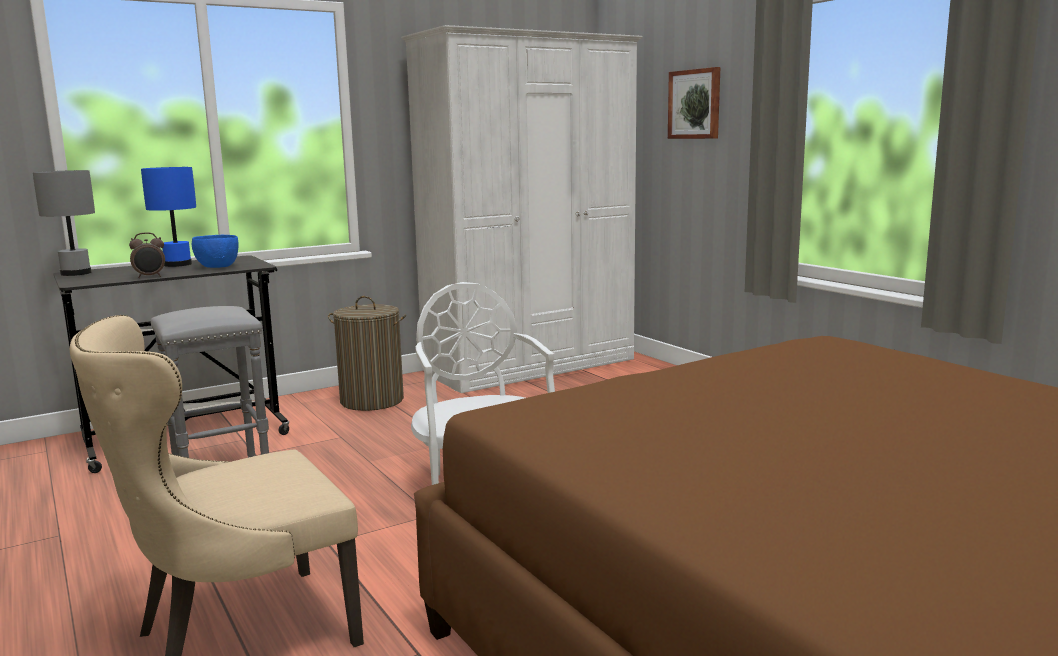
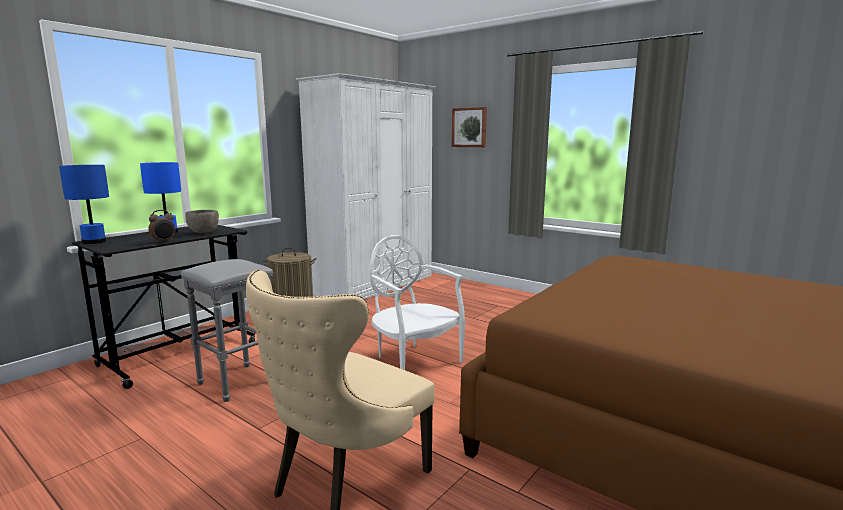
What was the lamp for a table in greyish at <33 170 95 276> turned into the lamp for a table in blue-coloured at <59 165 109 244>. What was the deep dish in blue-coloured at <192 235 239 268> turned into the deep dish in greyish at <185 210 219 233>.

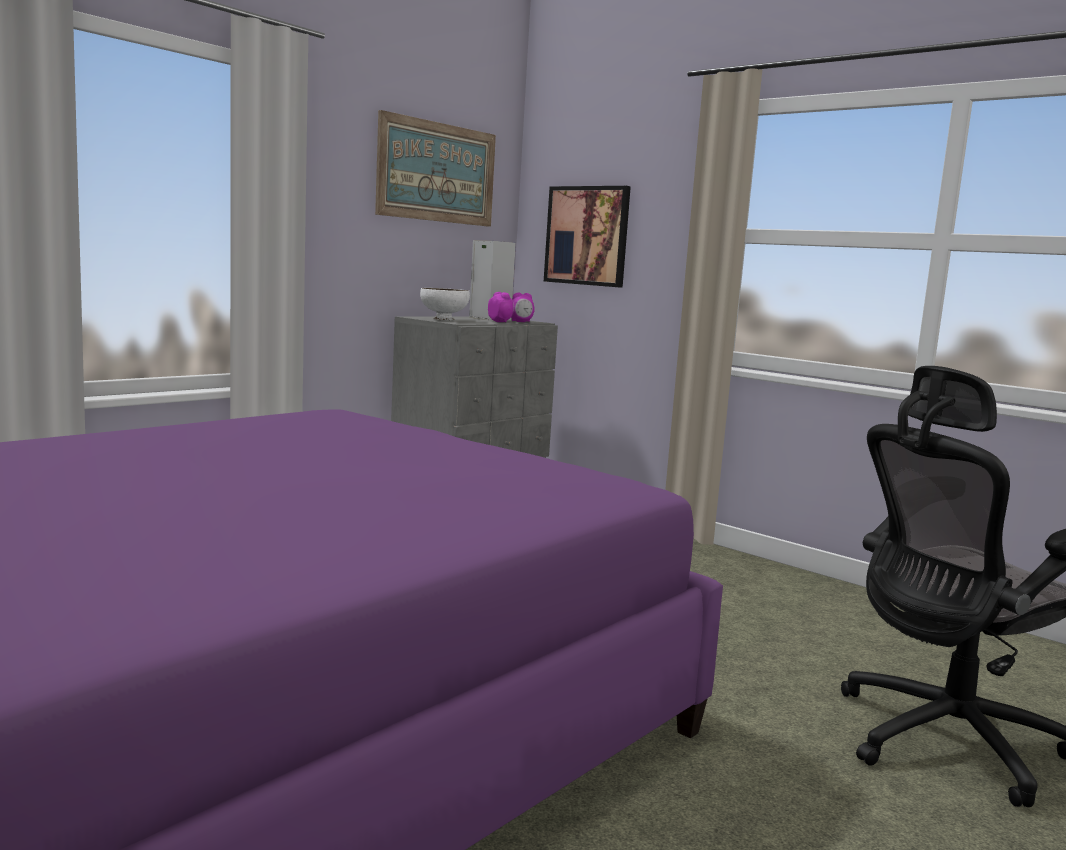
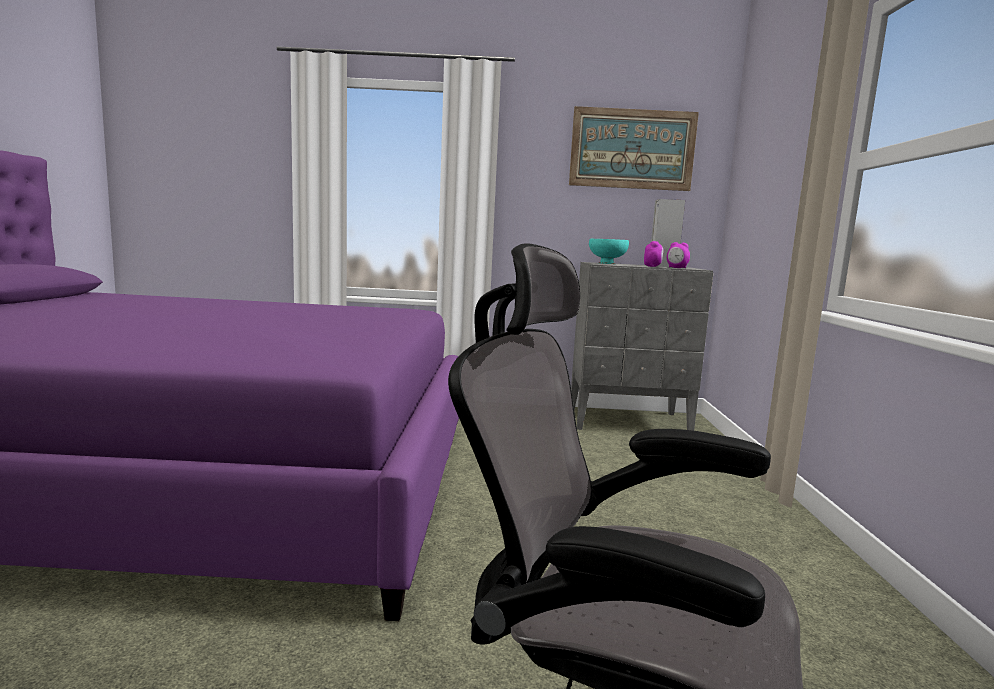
What was the deep dish in whitish at <420 288 470 321> turned into the deep dish in blue-green at <589 239 629 264>. The second view lost the wall art at <544 186 631 288>.

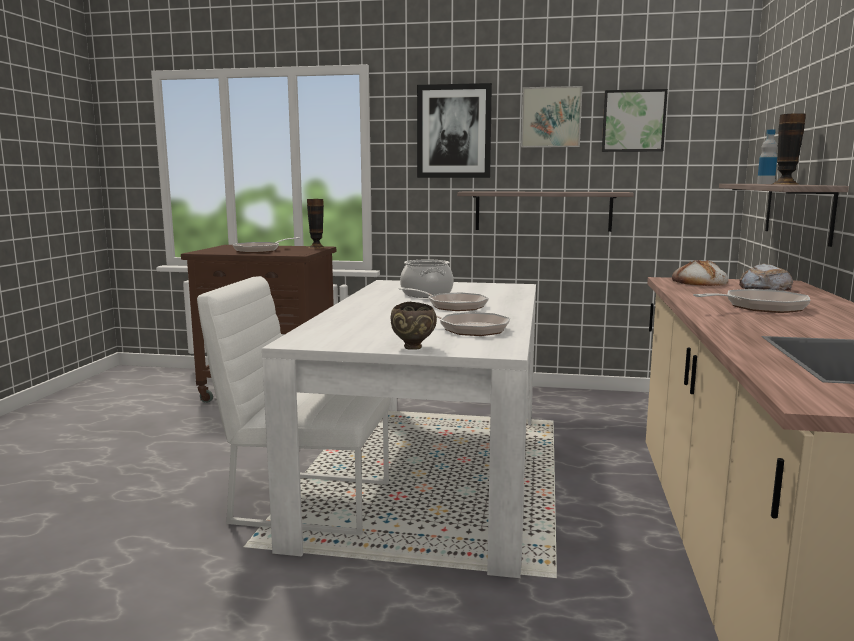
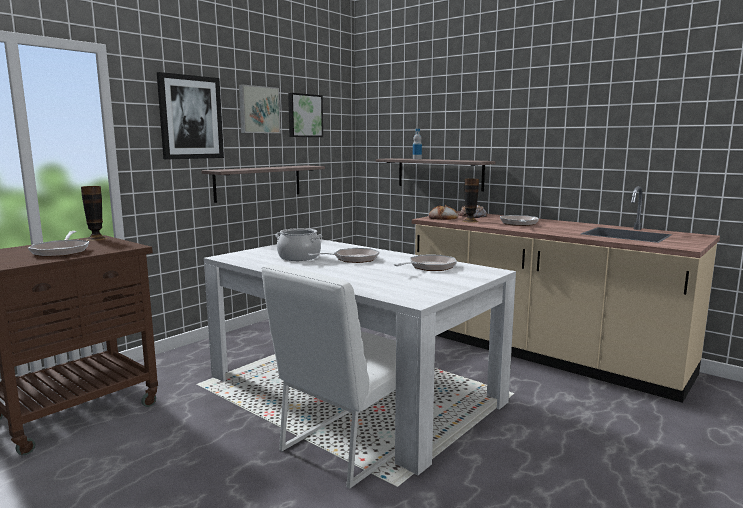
The second view lost the deep dish in brown at <390 302 437 350>. The vase ended up elsewhere, having gone from <773 113 806 184> to <463 179 479 223>.

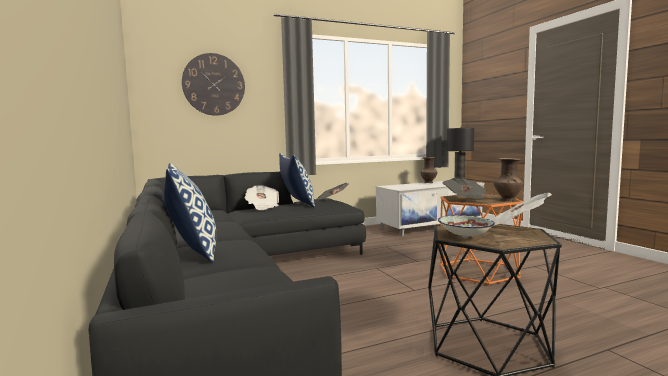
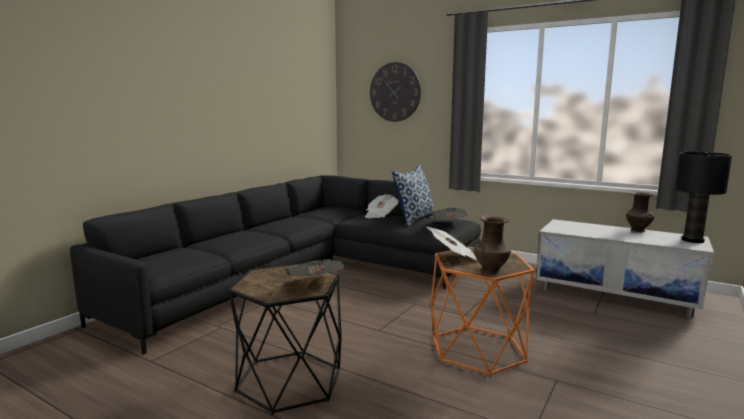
The second view lost the pillow at <163 163 216 263>. The second view lost the deep dish at <438 215 495 238>.

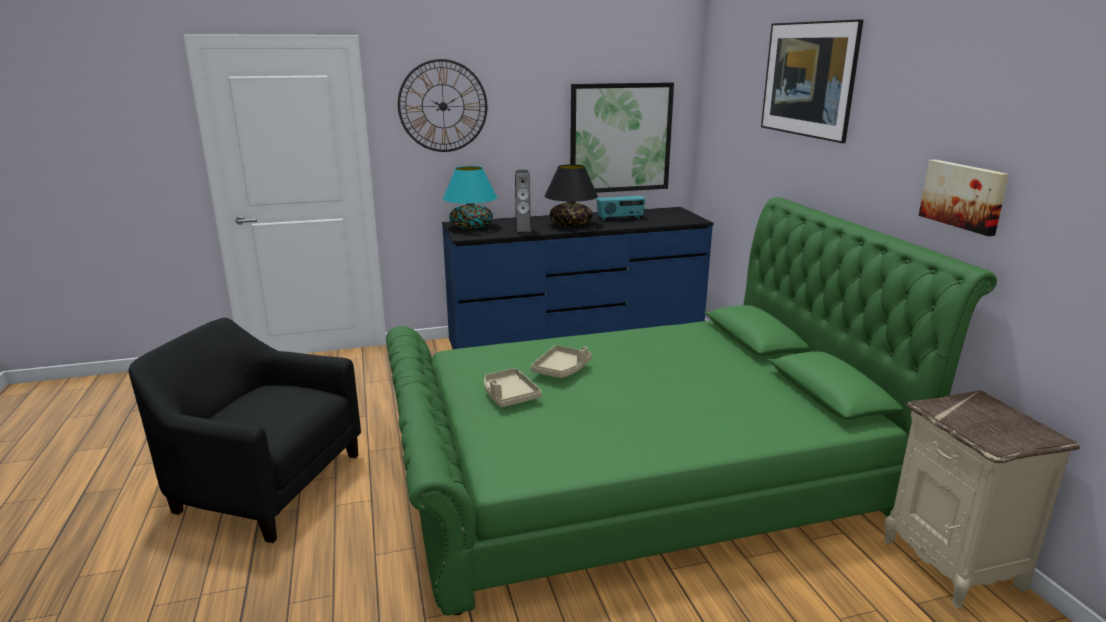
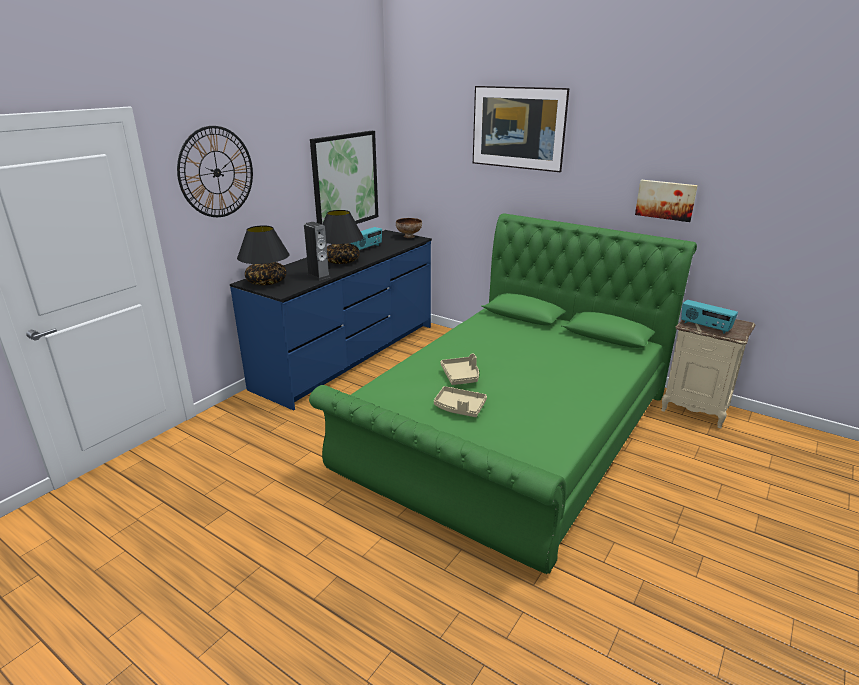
The second view lost the lounge chair in black at <128 318 361 543>. What was the lamp for a table in blue-green at <443 166 497 229> turned into the lamp for a table in black at <237 226 290 285>. The second view gained the deep dish at <396 218 422 238>. The second view gained the radio set at <681 300 738 334>.

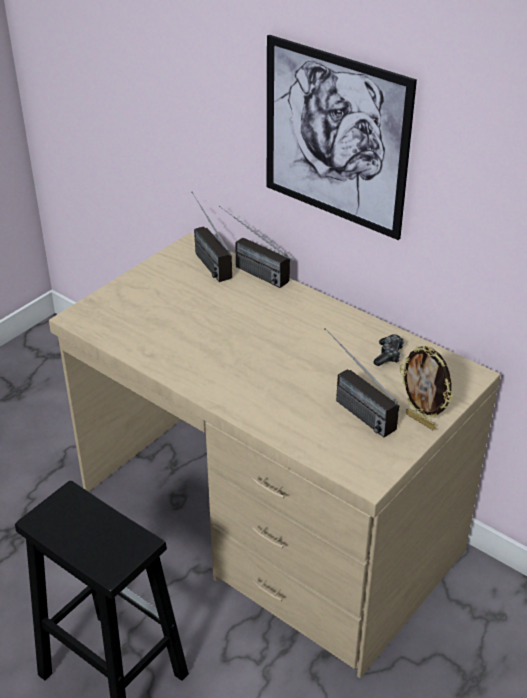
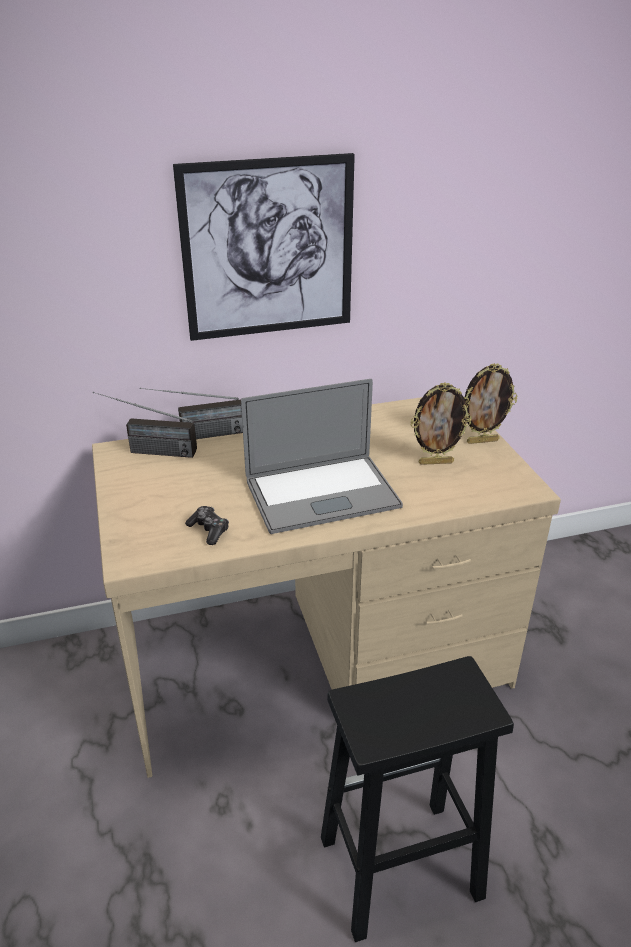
Where the radio set stood at <324 328 399 437>, the photo frame came to stand at <411 382 472 465>. The game controller ended up elsewhere, having gone from <374 334 404 366> to <185 506 229 545>. The second view gained the notebook computer at <241 379 403 534>.

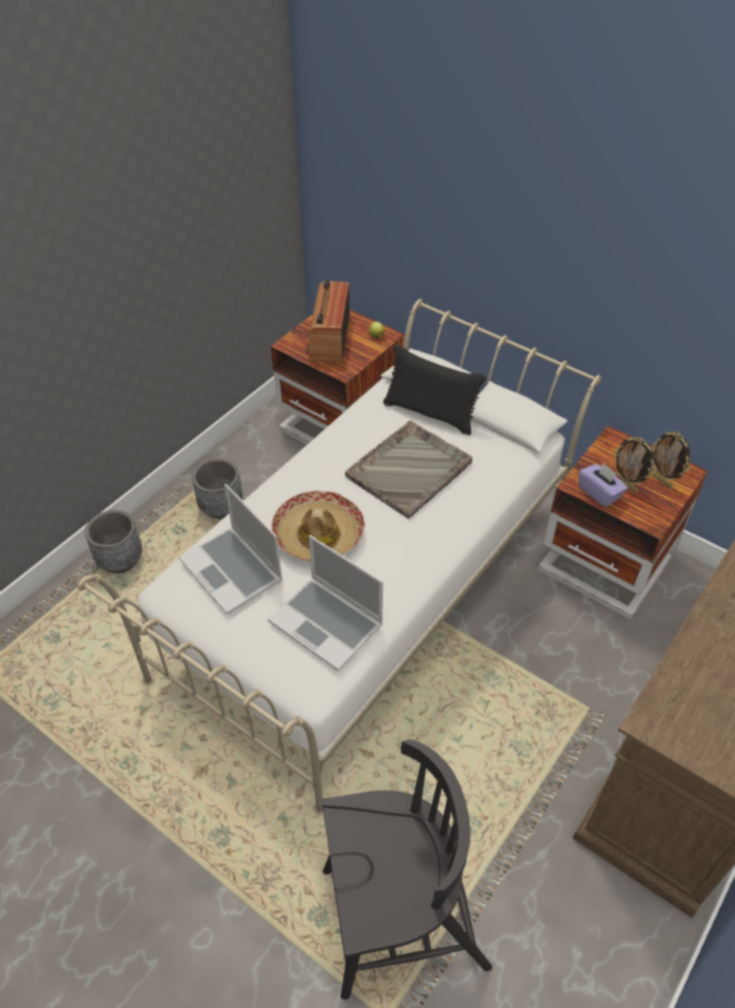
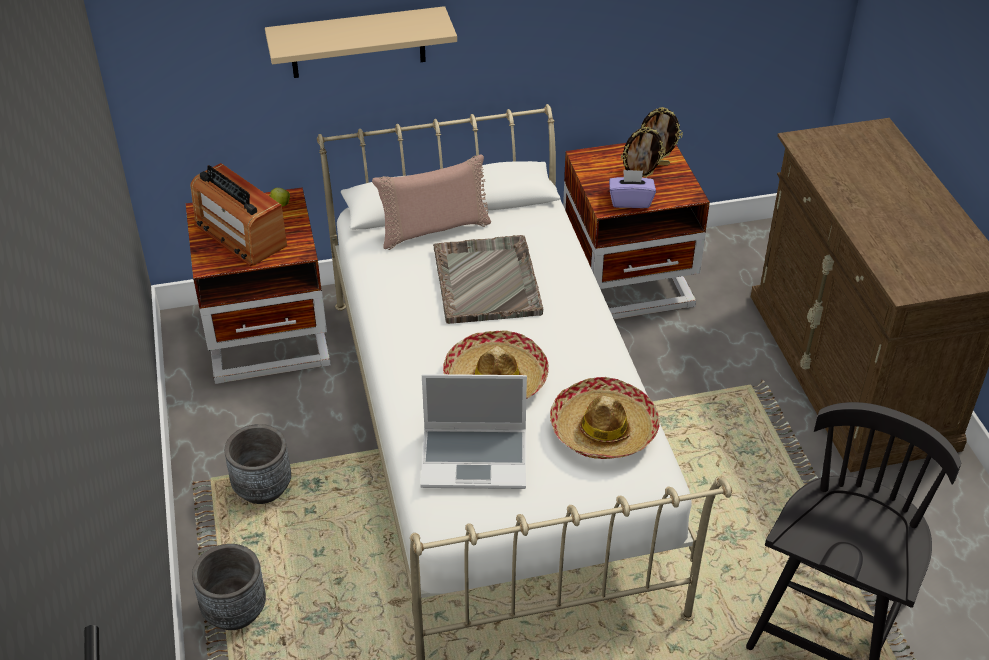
Where the notebook computer stood at <268 535 383 671>, the clothing hat came to stand at <550 377 660 459>. What was the pillow in black at <383 345 486 435> turned into the pillow in beige at <372 155 491 250>. The second view gained the bracket shelf in beige at <265 6 457 78>.

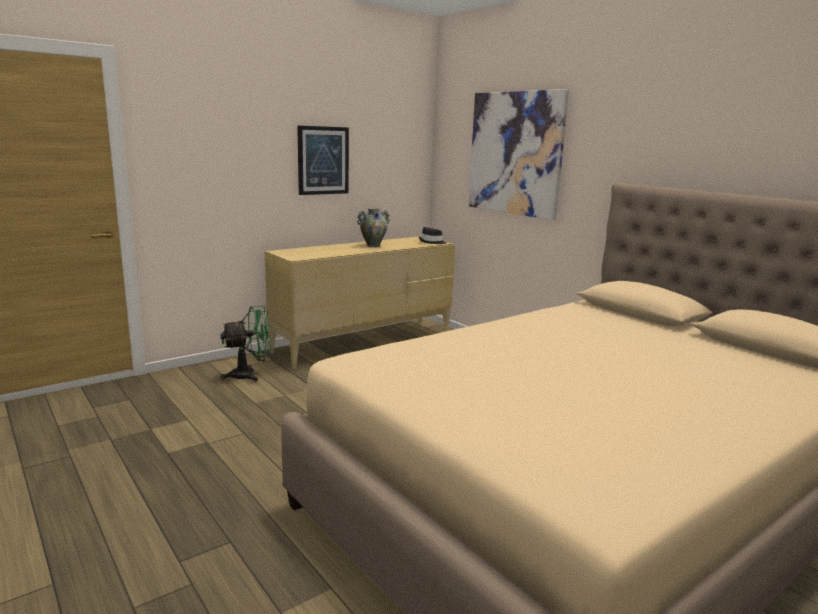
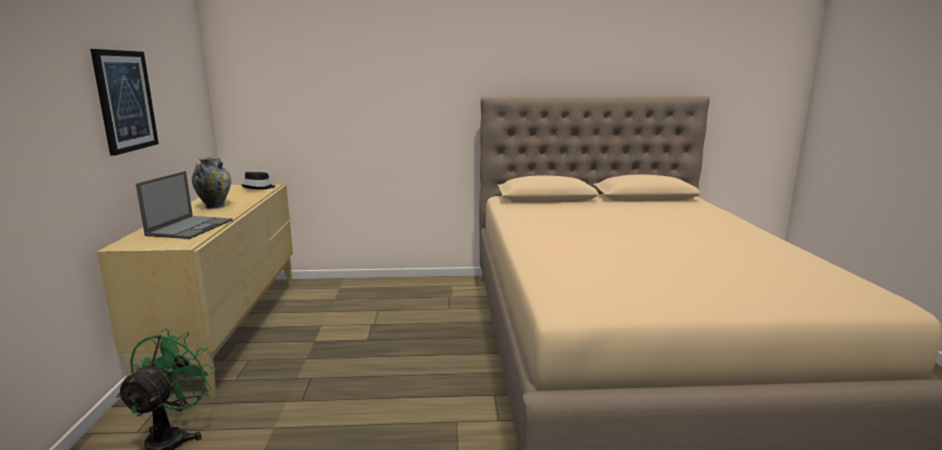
The second view lost the wall art at <468 89 569 220>. The second view gained the notebook computer at <136 171 232 239>.

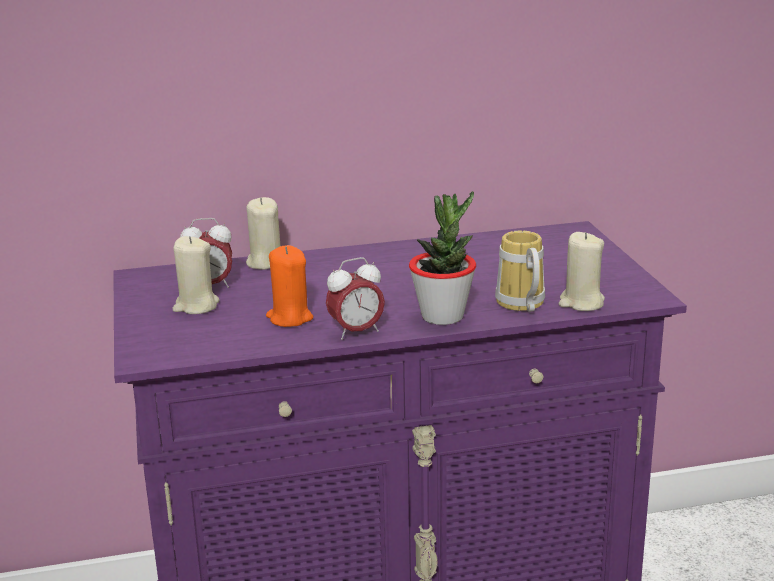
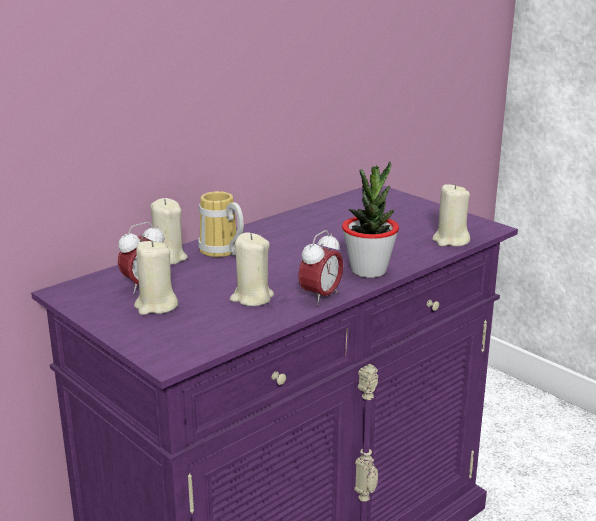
What was the wax light in orangey at <266 245 313 327> turned into the wax light in beige at <230 233 274 306>. The mug ended up elsewhere, having gone from <495 230 545 312> to <198 191 244 257>.

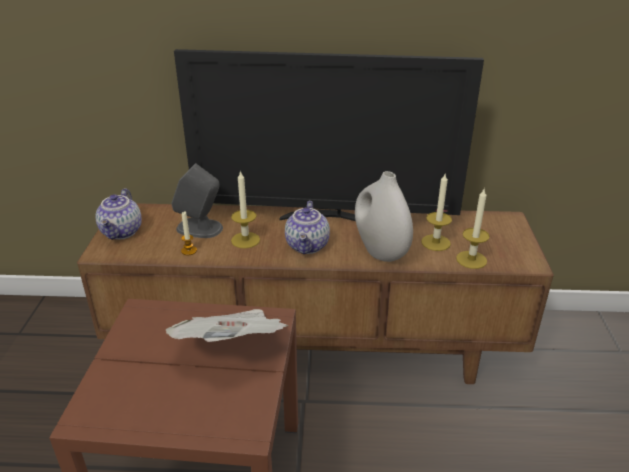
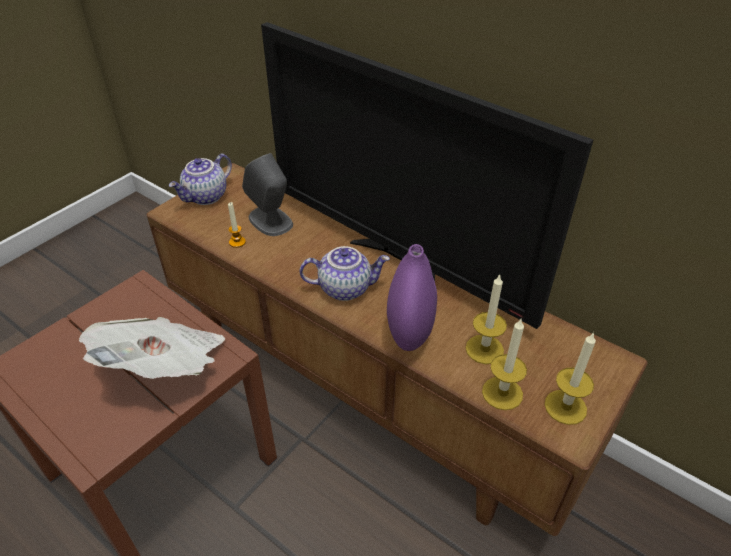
The wax light ended up elsewhere, having gone from <231 170 260 249> to <545 332 596 425>. The tea pot at <285 201 330 254> ended up facing another way, 135 degrees counterclockwise from before. What was the vase in whitish at <355 171 413 262> turned into the vase in purplish at <387 244 437 351>.

